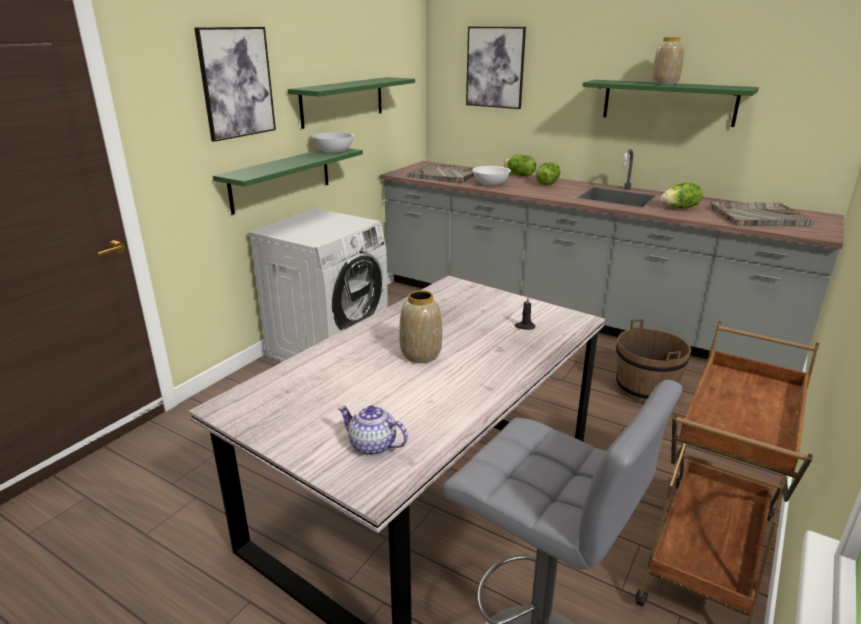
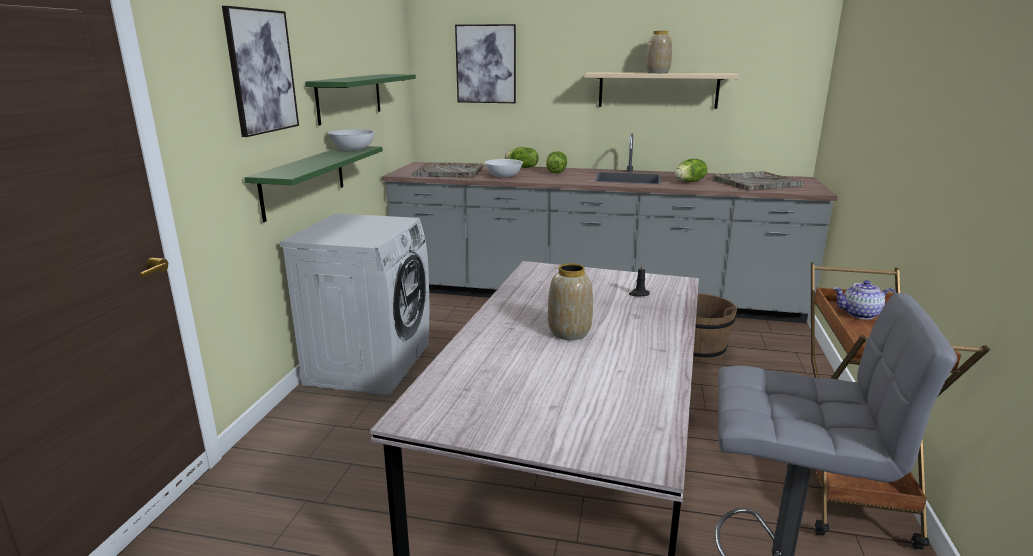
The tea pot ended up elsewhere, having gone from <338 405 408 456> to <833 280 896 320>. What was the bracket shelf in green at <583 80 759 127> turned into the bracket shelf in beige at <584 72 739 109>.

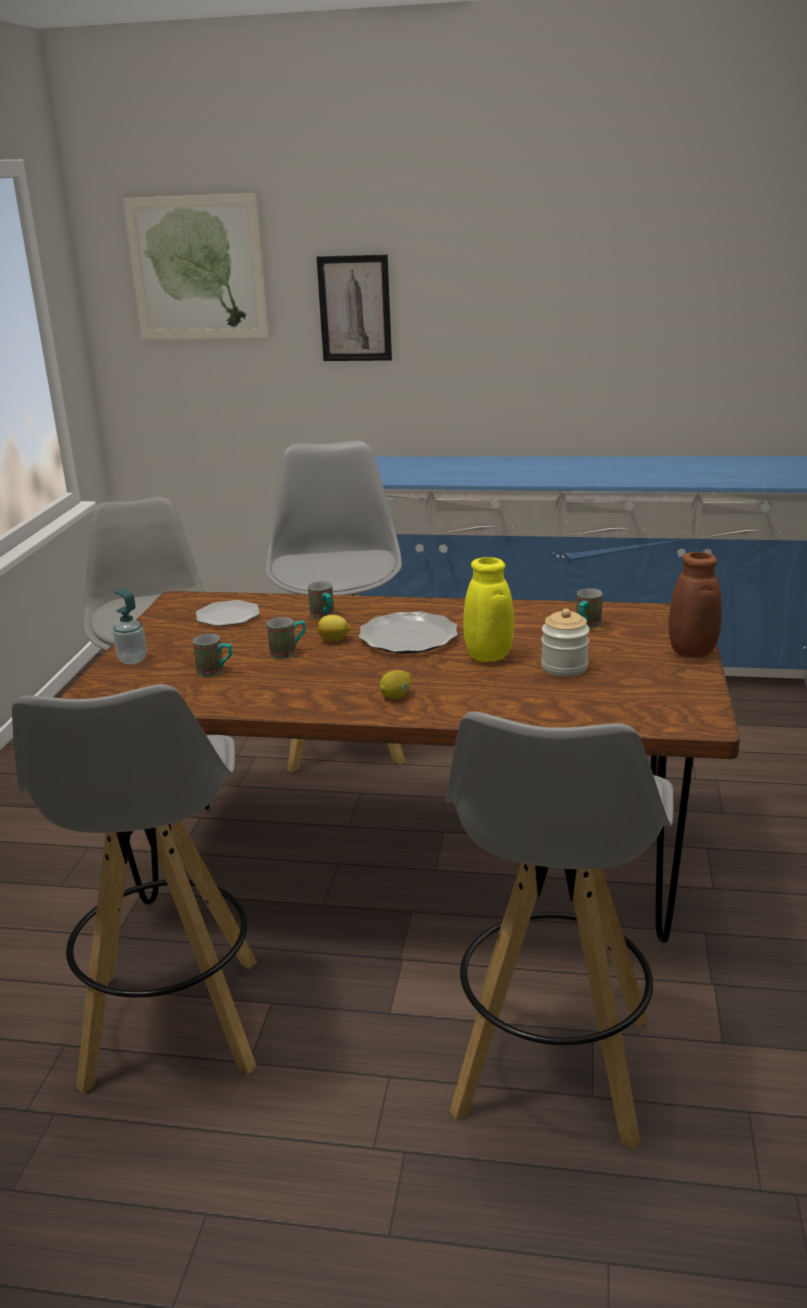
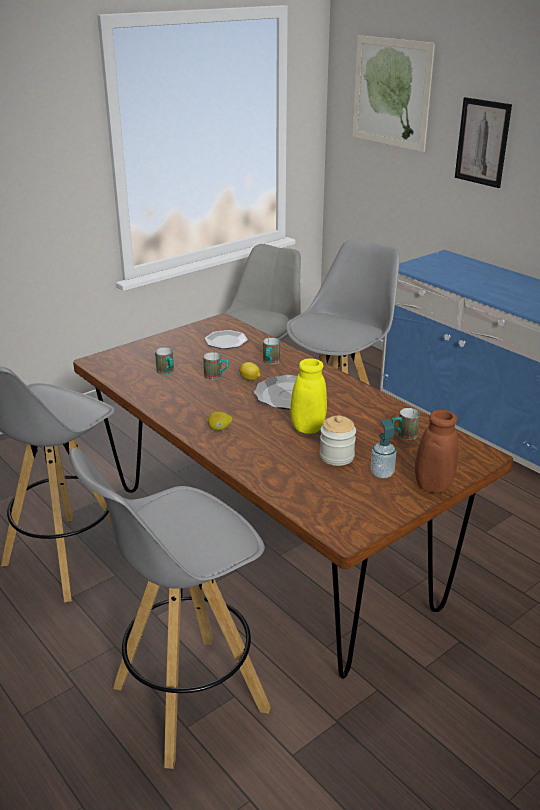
The soap bottle ended up elsewhere, having gone from <113 588 147 664> to <371 419 396 478>.

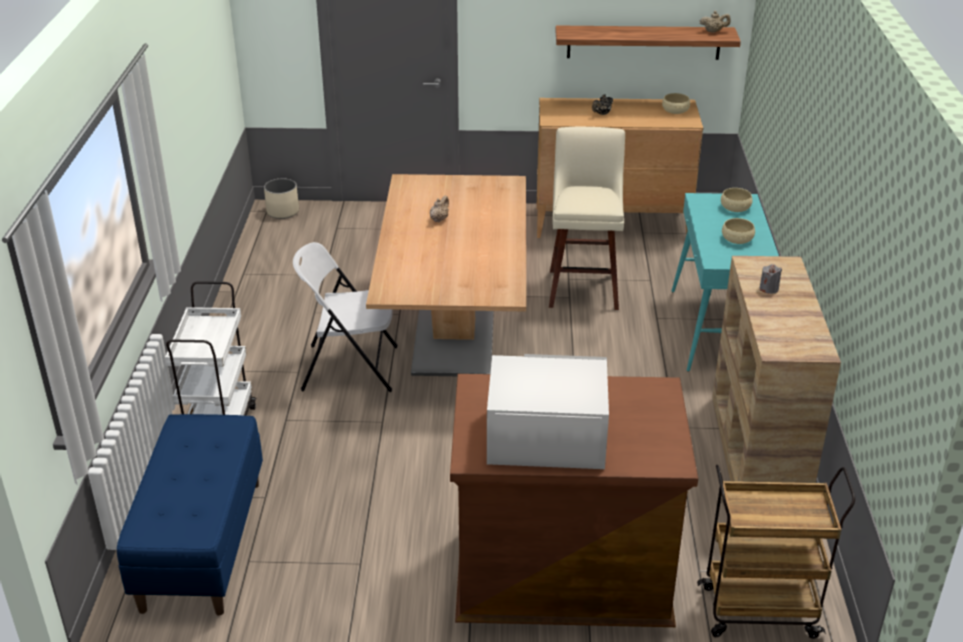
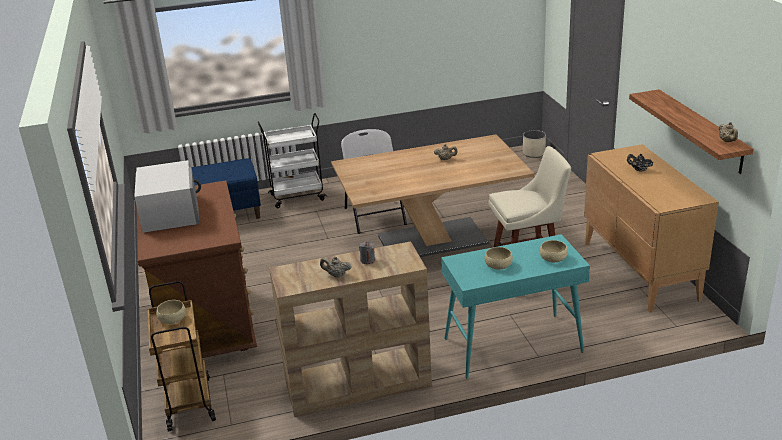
The deep dish in beige ended up elsewhere, having gone from <662 93 690 114> to <156 300 186 324>. The second view gained the tea pot in beige at <320 256 351 278>.

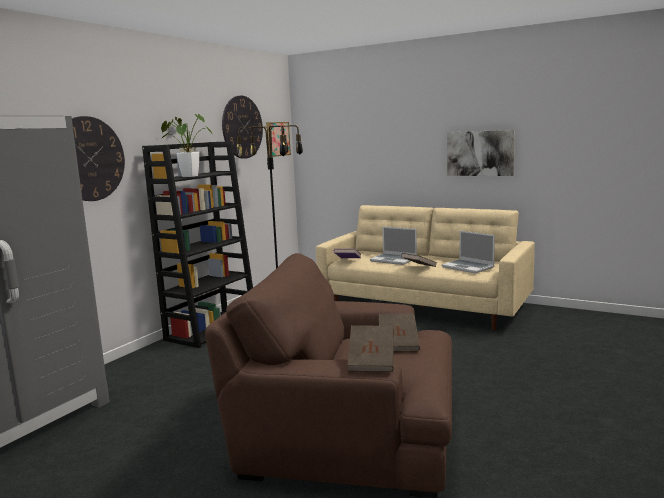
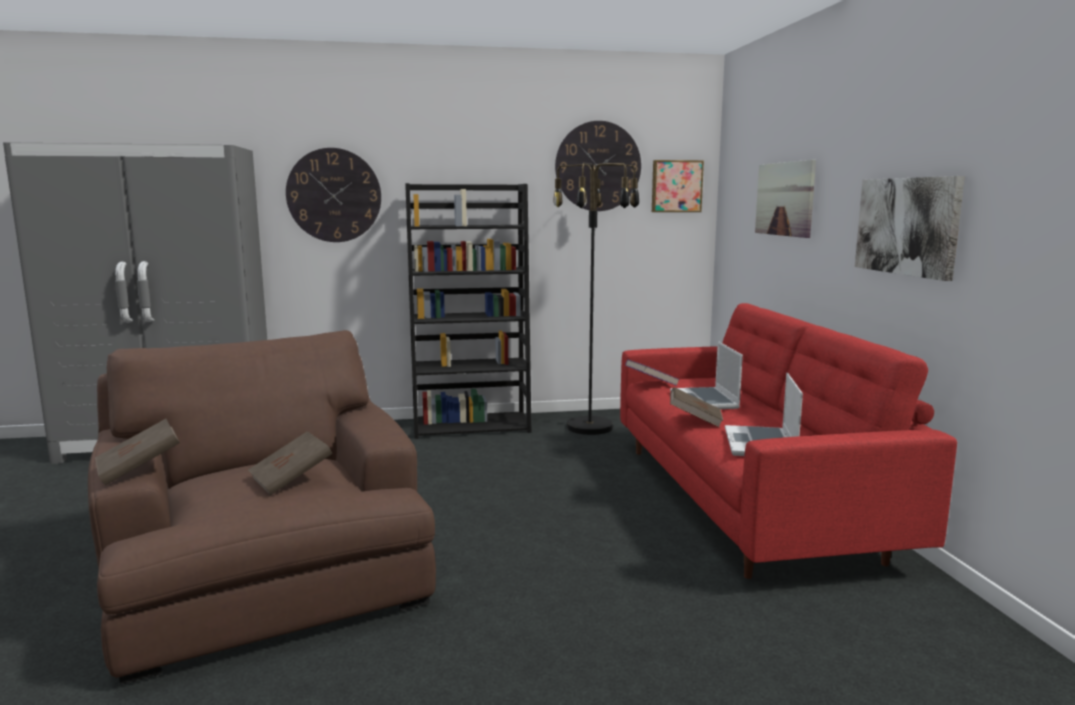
The second view lost the plant in a pot at <160 114 212 177>. What was the settee in beige at <316 205 535 330> turned into the settee in reddish at <620 303 957 579>. The second view gained the wall art at <755 160 816 238>.

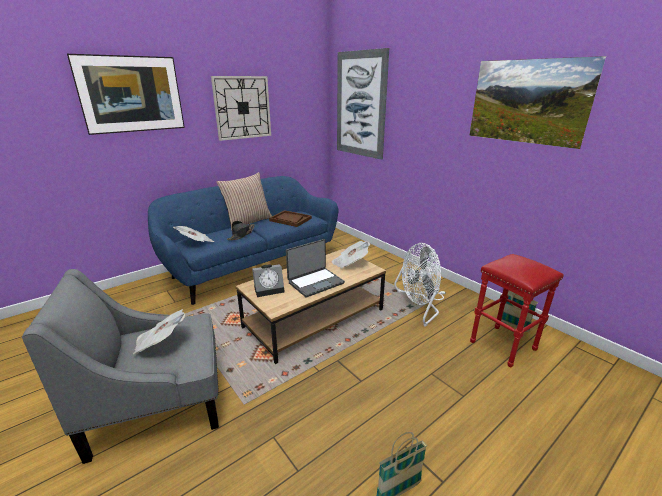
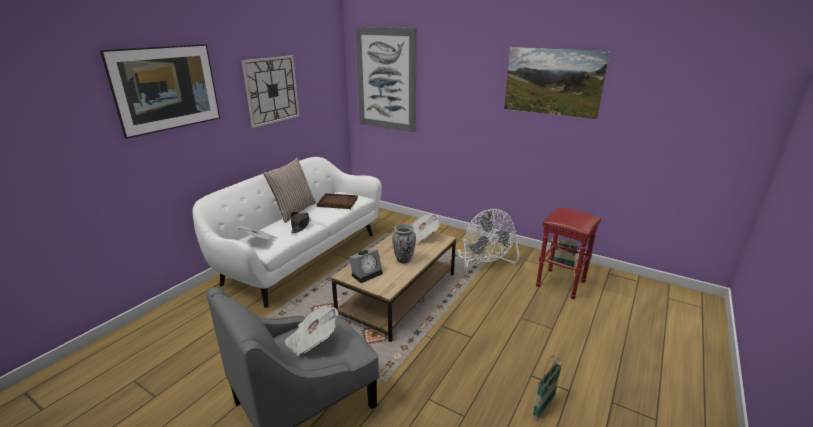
What was the settee in blue-coloured at <148 176 338 305> turned into the settee in whitish at <193 157 382 308>. Where the notebook computer stood at <286 239 345 298>, the vase came to stand at <392 224 416 264>. The electric fan in whitish at <394 243 445 327> ended up facing another way, 75 degrees counterclockwise from before.

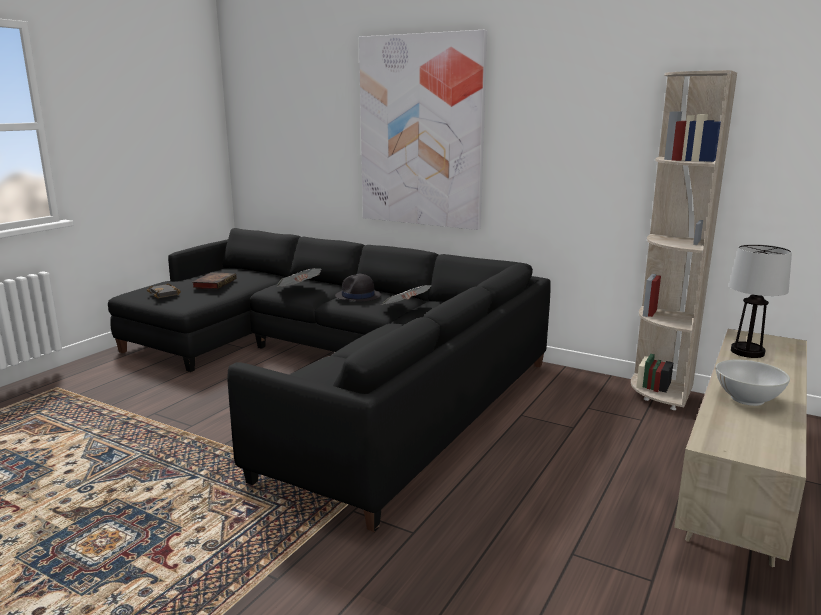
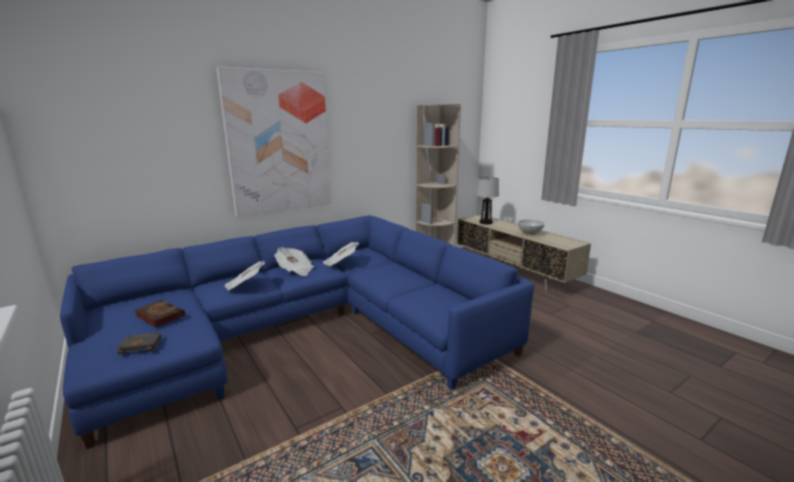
What was the settee in black at <108 228 551 532> turned into the settee in blue-coloured at <60 215 534 449>. Where the clothing hat in black stood at <335 274 381 302>, the printed paper came to stand at <274 247 314 276>.

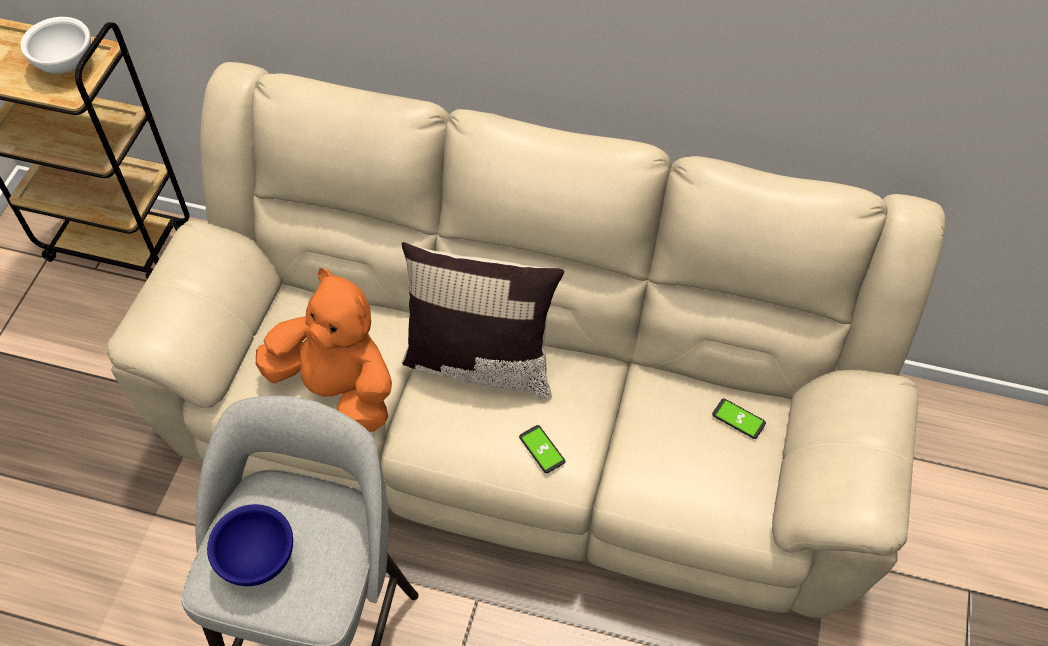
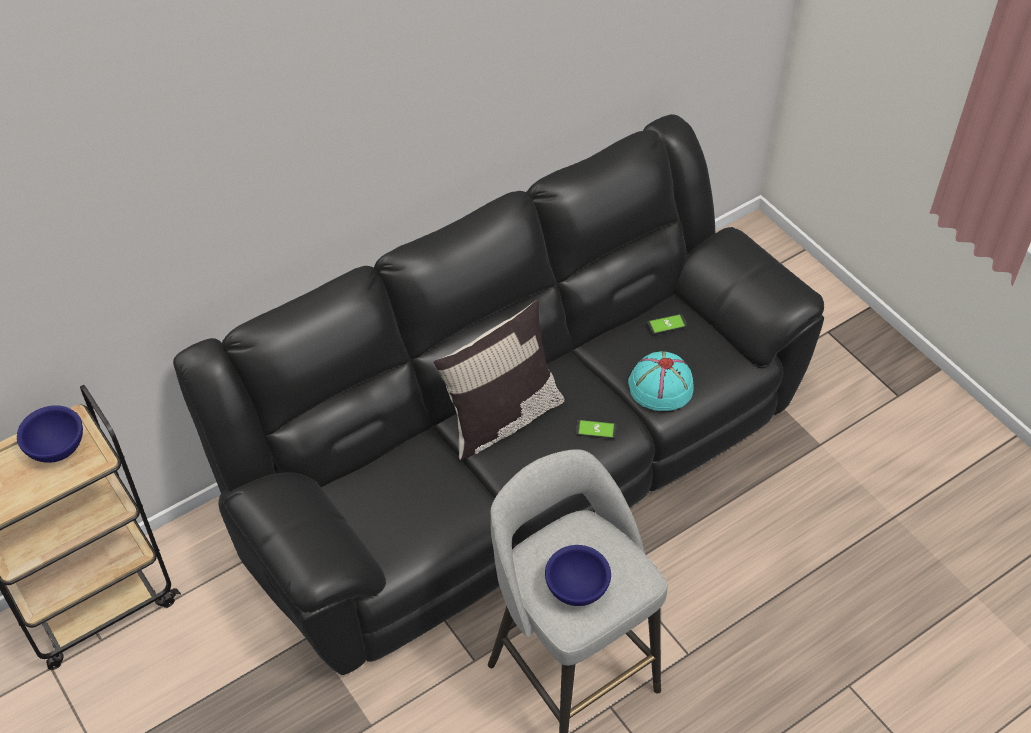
What was the deep dish in whitish at <21 17 91 74> turned into the deep dish in blue-coloured at <17 405 83 463>. What was the settee in beige at <107 62 945 618> turned into the settee in black at <173 114 824 675>. The second view lost the plush toy in orangey at <256 268 392 432>. The second view gained the clothing hat in blue-green at <628 351 694 411>.

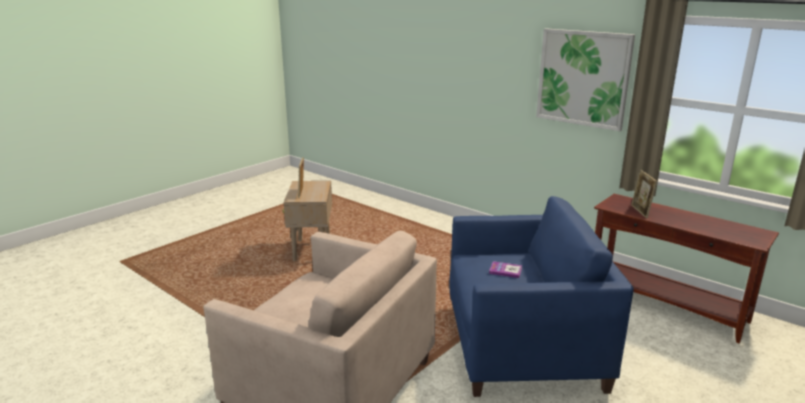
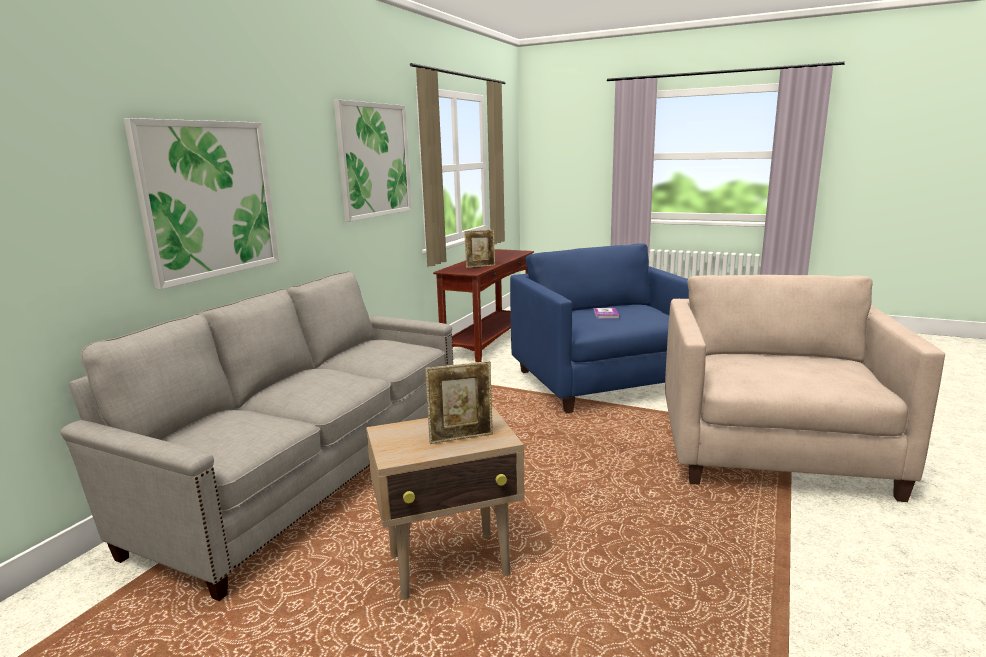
The second view gained the settee in greyish at <61 271 453 601>. The second view gained the wall art at <124 118 279 289>.

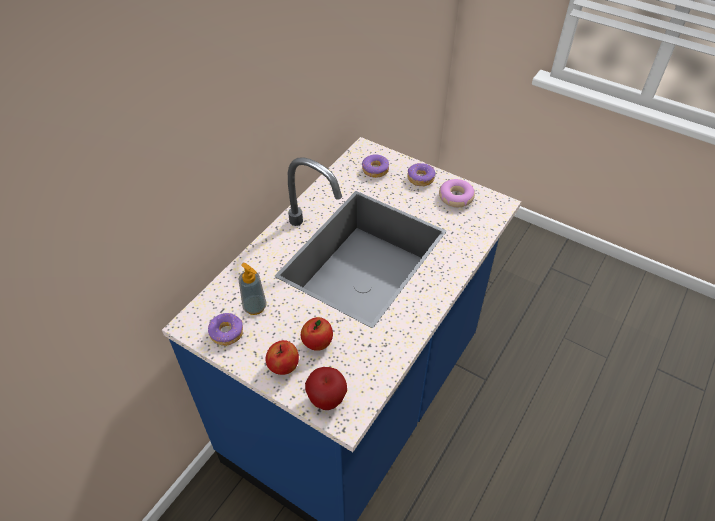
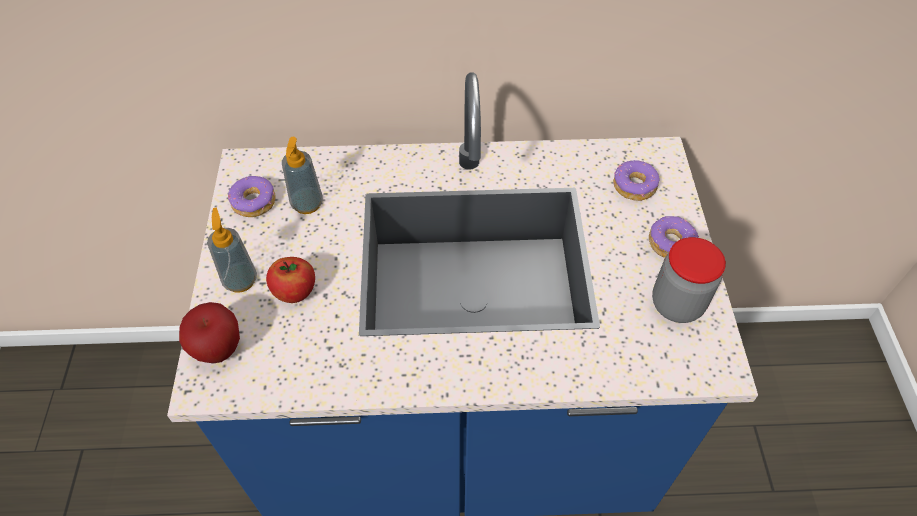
Where the apple fruit stood at <266 340 299 375>, the soap bottle came to stand at <207 208 257 293>. Where the donut stood at <439 179 475 207>, the preserve jar came to stand at <652 237 726 323>.

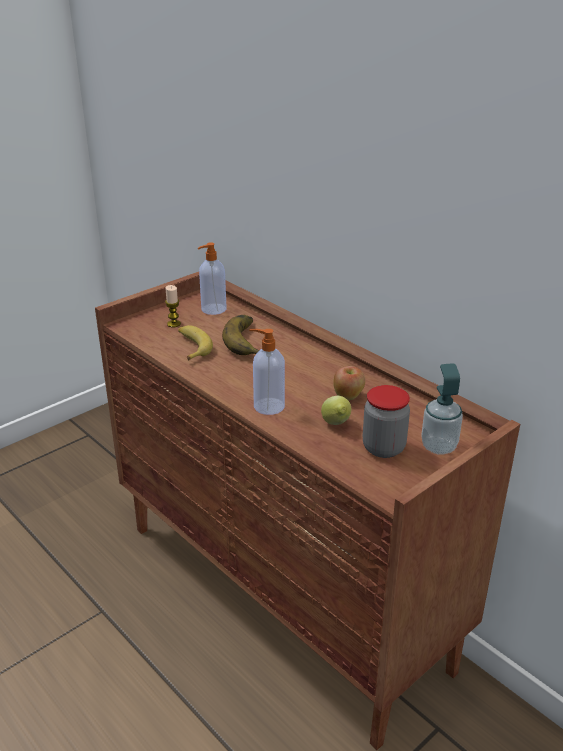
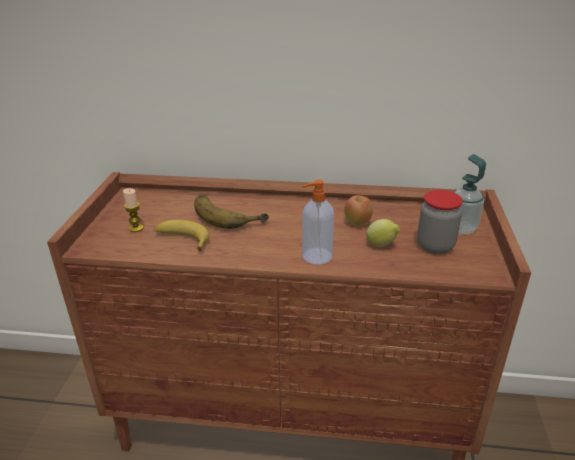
The second view lost the soap bottle at <198 242 227 315>.

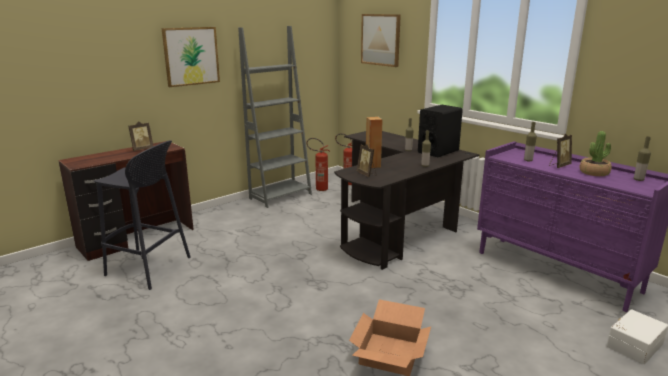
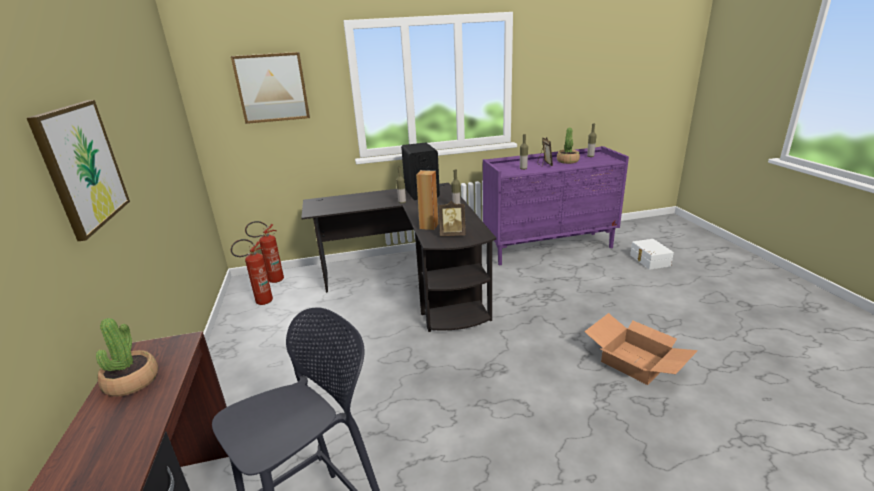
Where the photo frame stood at <128 121 153 151>, the plant in a pot came to stand at <96 318 158 397>. The second view lost the shelving unit in greyish at <238 26 312 208>.

